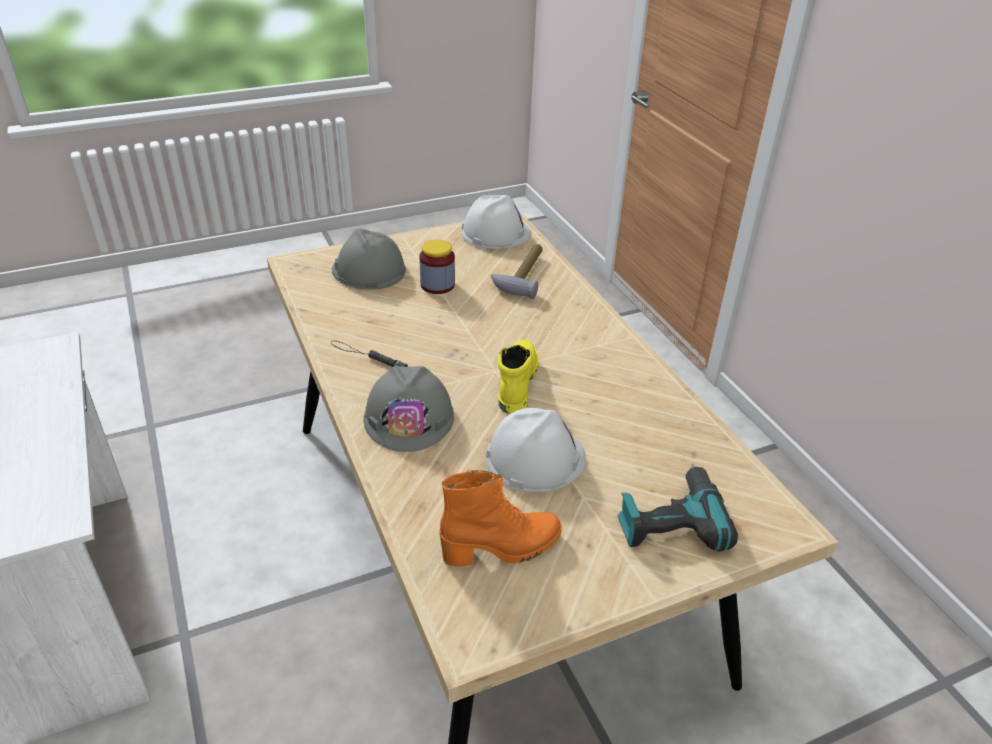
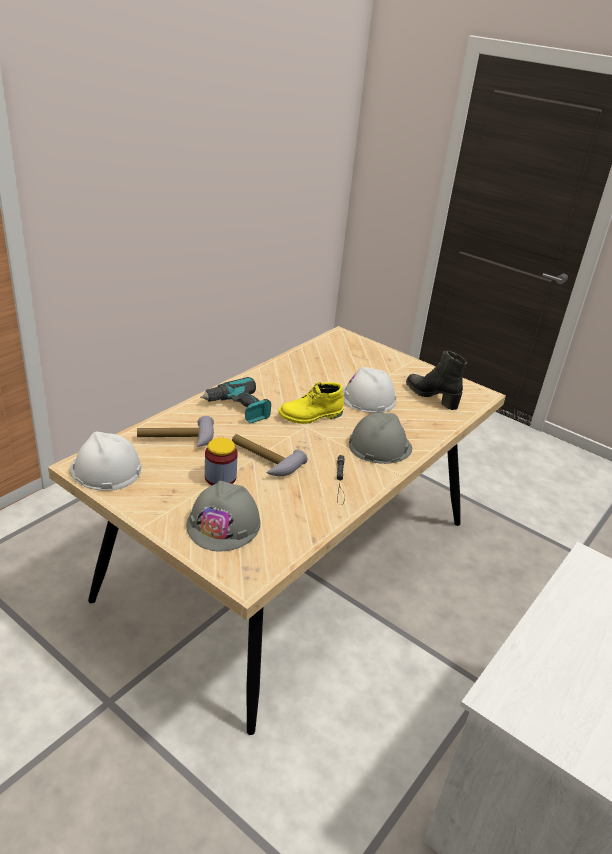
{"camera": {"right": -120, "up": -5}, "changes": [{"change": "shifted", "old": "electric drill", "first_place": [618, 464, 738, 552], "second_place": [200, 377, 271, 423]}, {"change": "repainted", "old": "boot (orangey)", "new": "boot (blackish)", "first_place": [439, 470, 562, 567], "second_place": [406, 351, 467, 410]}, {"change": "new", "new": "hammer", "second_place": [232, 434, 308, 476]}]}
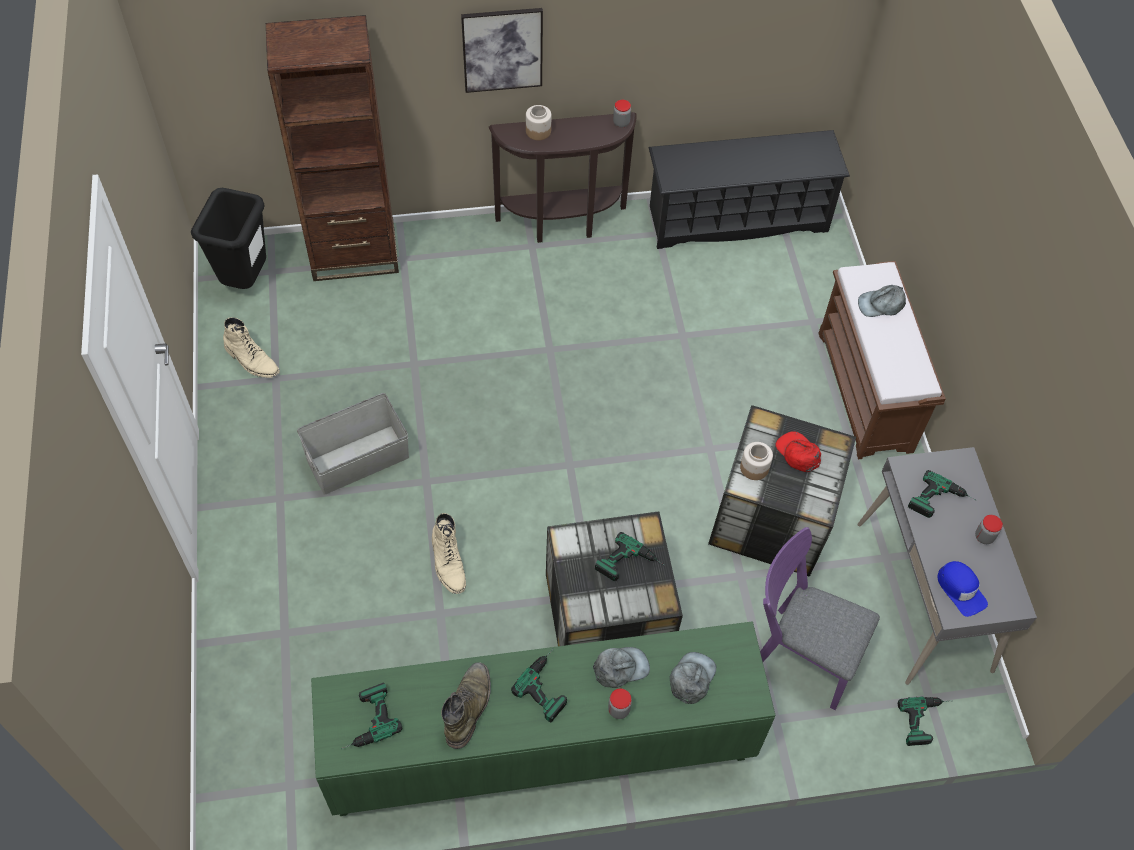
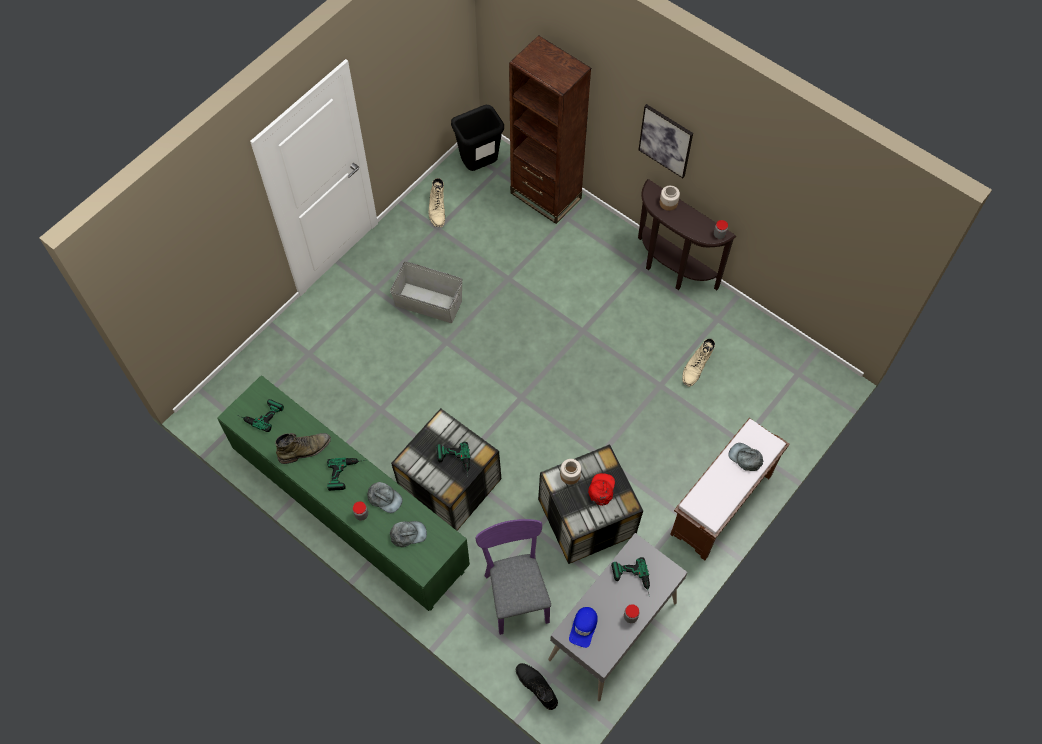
{"camera": {"right": 50, "up": 5}, "changes": [{"change": "gone", "old": "shoe stand (blackish)", "first_place": [648, 130, 850, 249]}, {"change": "shifted", "old": "boot (beige-coloured)", "first_place": [432, 513, 466, 594], "second_place": [682, 339, 715, 387]}, {"change": "swapped", "old": "electric drill", "new": "boot (blackish)", "first_place": [898, 696, 947, 746], "second_place": [516, 663, 558, 710]}]}
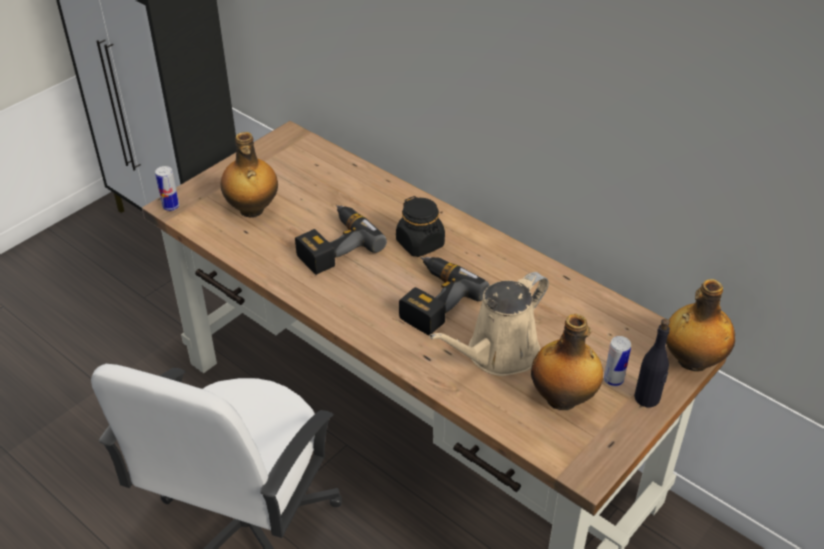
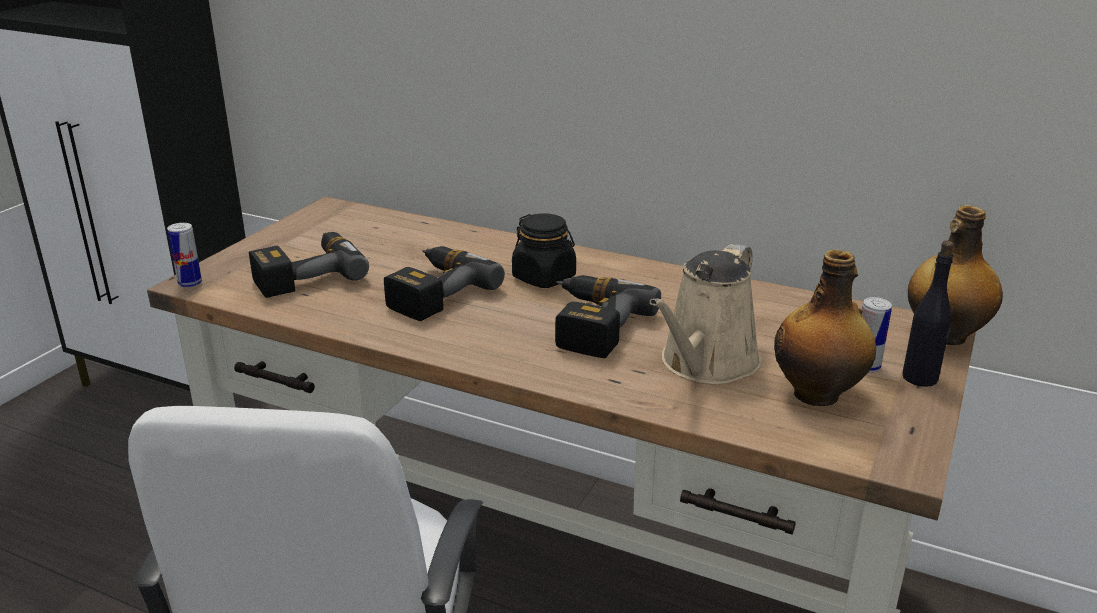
{"camera": {"right": -15, "up": -15}, "changes": [{"change": "swapped", "old": "drink bottle", "new": "electric drill", "first_place": [221, 132, 278, 218], "second_place": [249, 232, 369, 298]}]}
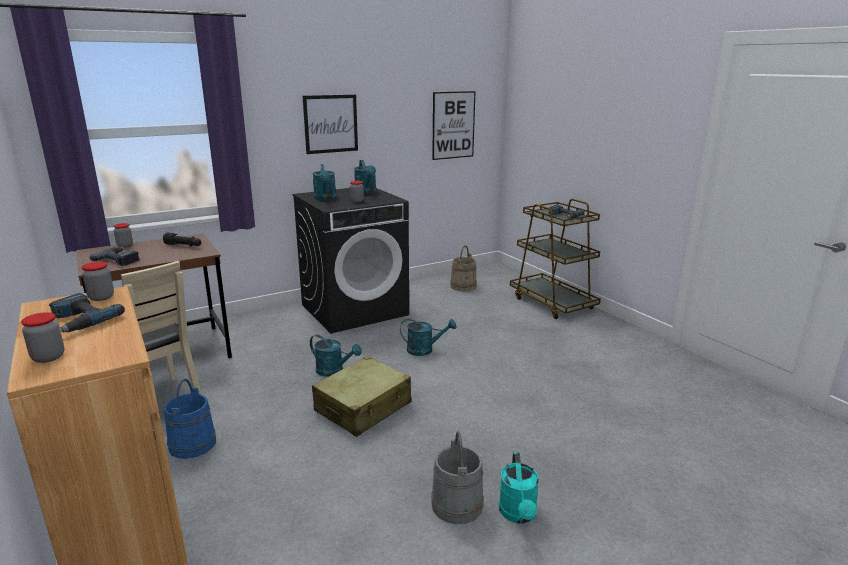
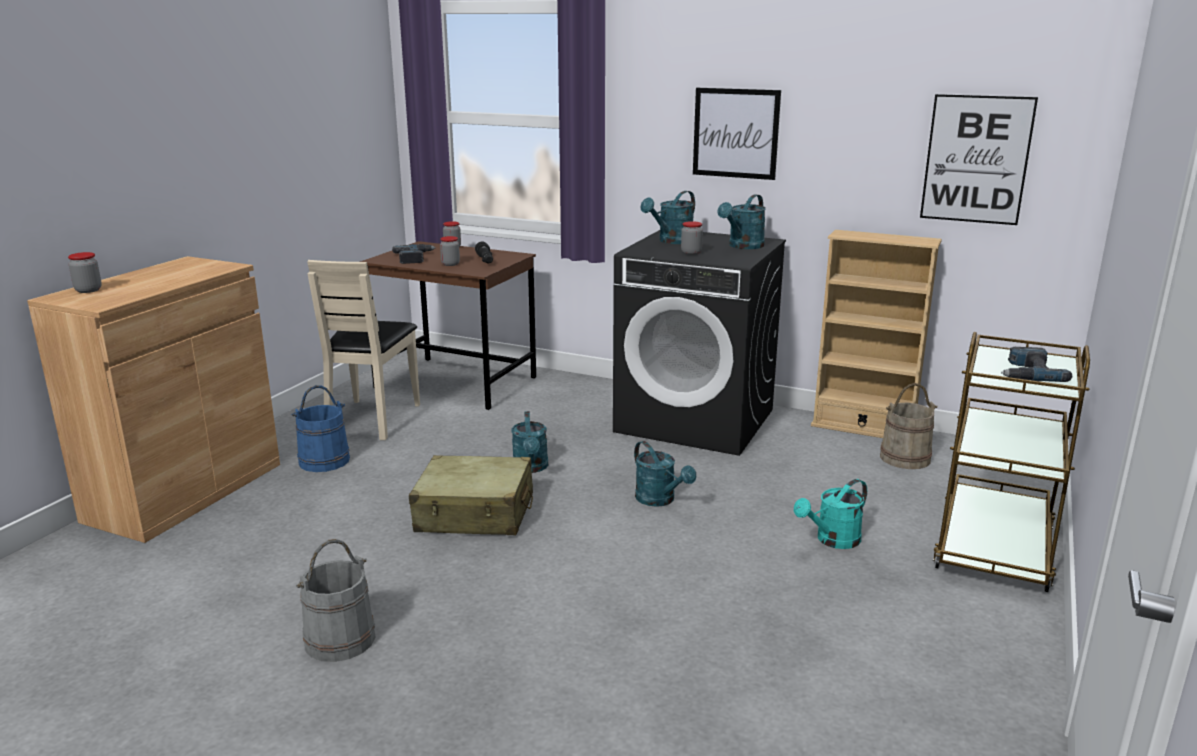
{"camera": {"right": 55, "up": 0}, "changes": [{"change": "shifted", "old": "jar", "first_place": [82, 262, 114, 301], "second_place": [440, 236, 460, 266]}, {"change": "gone", "old": "electric drill", "first_place": [49, 293, 125, 332]}, {"change": "shifted", "old": "sprinkling can (turquoise-coloured)", "first_place": [499, 452, 539, 524], "second_place": [794, 479, 867, 549]}, {"change": "new", "new": "shelving unit (beige-coloured)", "second_place": [811, 230, 942, 438]}]}
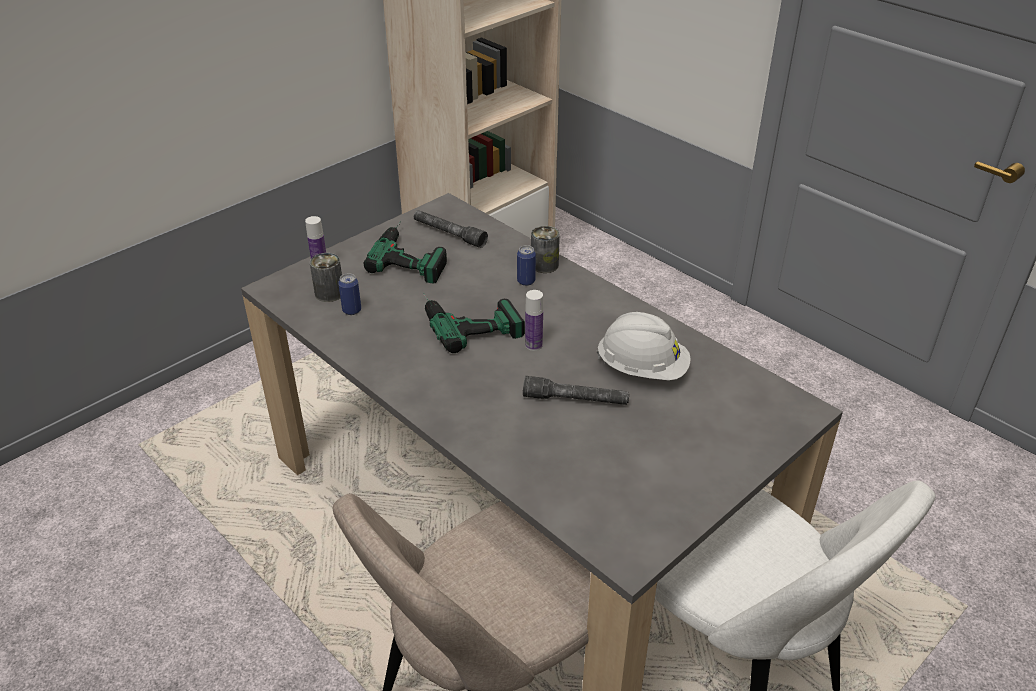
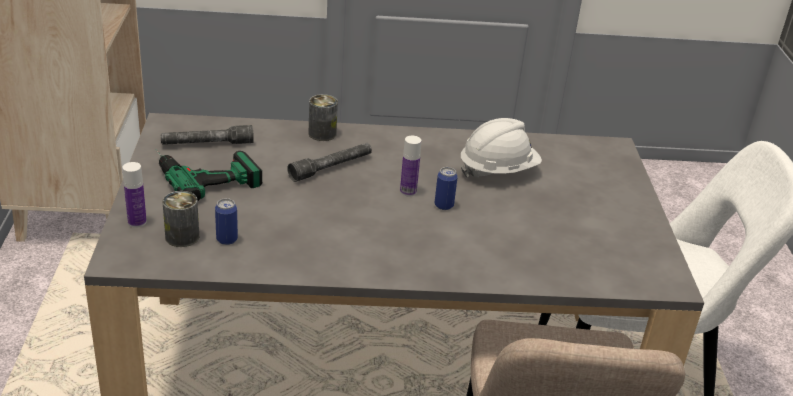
{"camera": {"right": -50, "up": -5}, "changes": [{"change": "shifted", "old": "sealed can", "first_place": [517, 245, 536, 286], "second_place": [435, 167, 458, 210]}, {"change": "gone", "old": "electric drill", "first_place": [423, 292, 525, 353]}, {"change": "shifted", "old": "hand torch (grey)", "first_place": [523, 376, 629, 405], "second_place": [287, 143, 372, 182]}]}
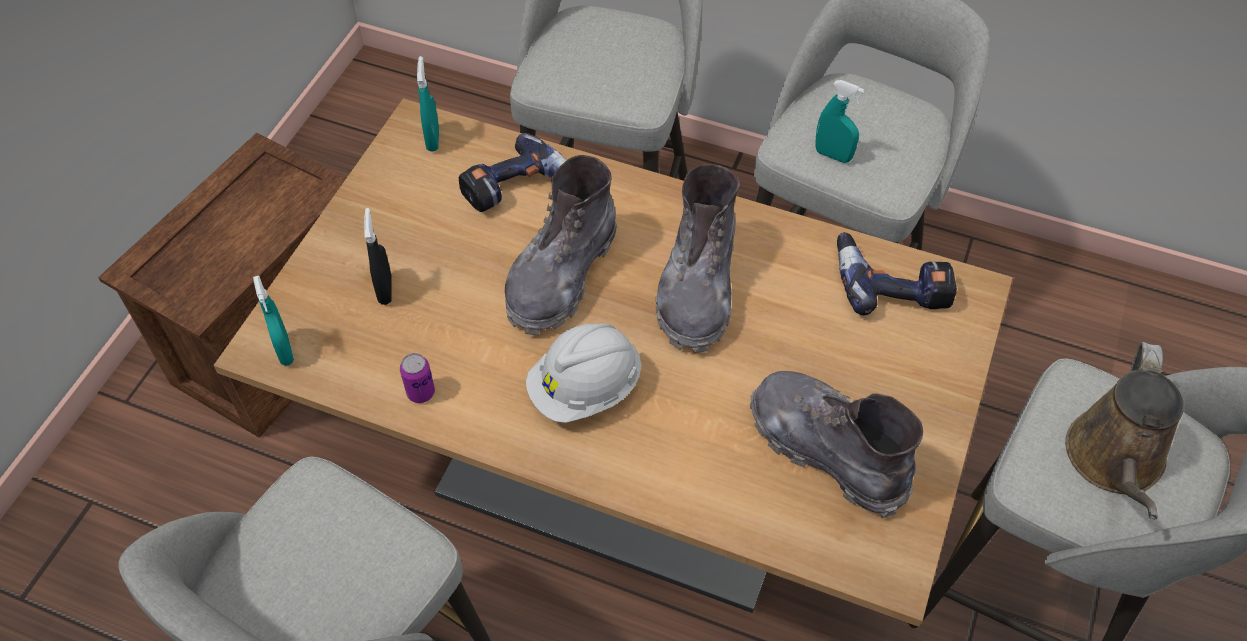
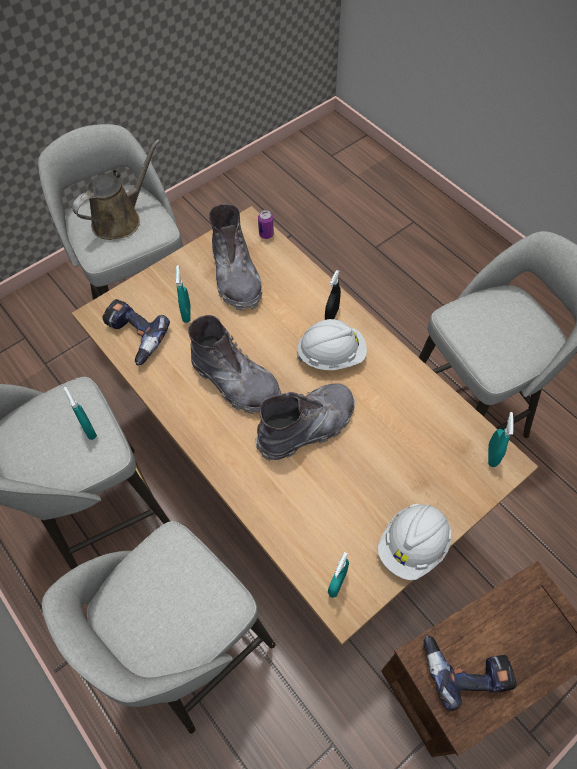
{"camera": {"right": -150, "up": 5}, "changes": [{"change": "shifted", "old": "electric drill", "first_place": [459, 133, 566, 212], "second_place": [424, 635, 517, 711]}, {"change": "rotated", "old": "boot (grey)", "first_place": [655, 164, 739, 353], "second_place": [188, 315, 281, 414], "degrees": 90}, {"change": "shifted", "old": "hand sprayer (blackish)", "first_place": [364, 208, 392, 305], "second_place": [325, 270, 341, 320]}, {"change": "shifted", "old": "sealed can", "first_place": [400, 353, 435, 403], "second_place": [258, 210, 274, 239]}, {"change": "new", "new": "hand sprayer (turquoise-coloured)", "second_place": [176, 265, 191, 323]}, {"change": "new", "new": "work helmet (white)", "second_place": [378, 504, 452, 580]}]}
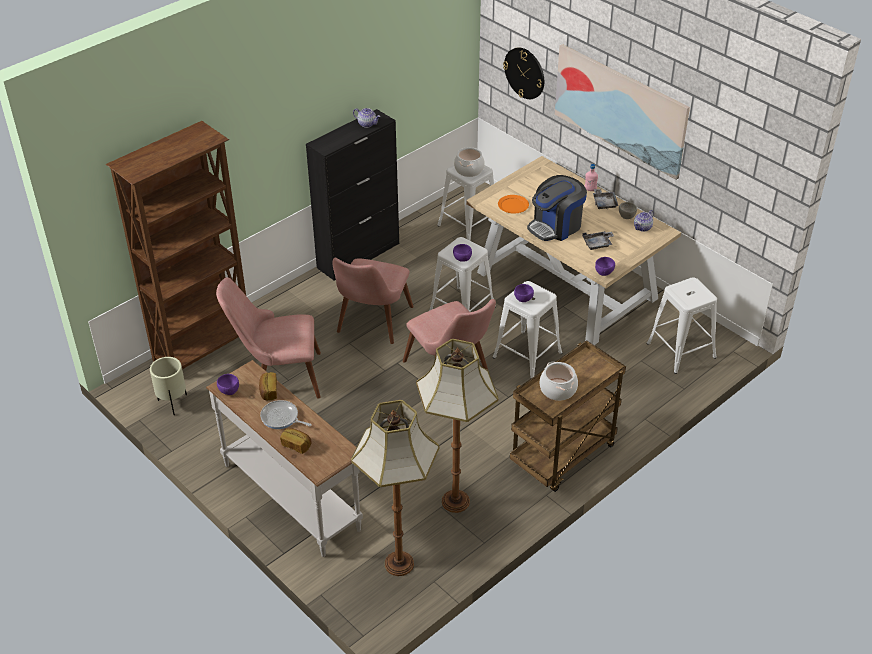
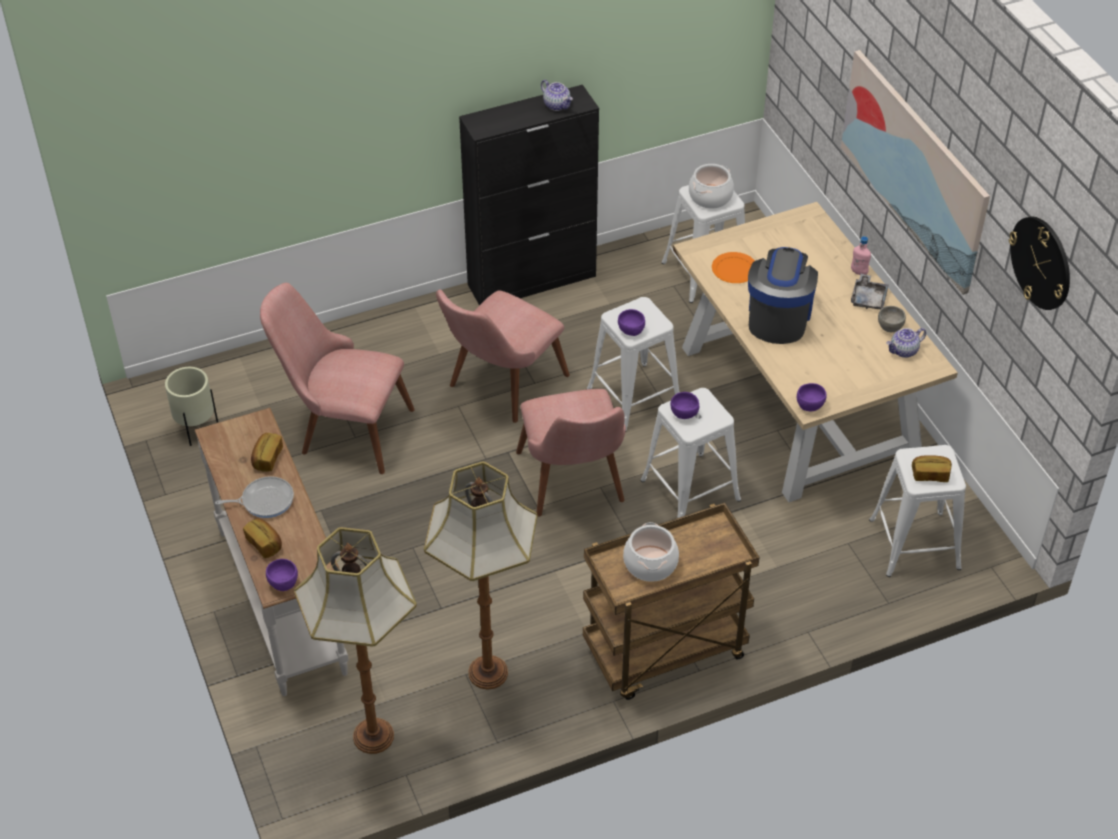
{"camera": {"right": 20, "up": 5}, "changes": [{"change": "shifted", "old": "wall clock", "first_place": [503, 47, 544, 99], "second_place": [1009, 216, 1070, 310]}, {"change": "gone", "old": "shelving unit (brown-coloured)", "first_place": [106, 121, 246, 369]}, {"change": "rotated", "old": "coffee machine", "first_place": [527, 175, 587, 241], "second_place": [748, 247, 818, 344], "degrees": 120}, {"change": "gone", "old": "serving tray (grey)", "first_place": [582, 231, 614, 250]}, {"change": "shifted", "old": "deep dish (purple)", "first_place": [217, 374, 239, 395], "second_place": [266, 559, 298, 591]}, {"change": "rotated", "old": "skillet", "first_place": [260, 400, 311, 429], "second_place": [215, 476, 294, 518], "degrees": 120}, {"change": "new", "new": "bakery bread", "second_place": [912, 455, 952, 482]}]}
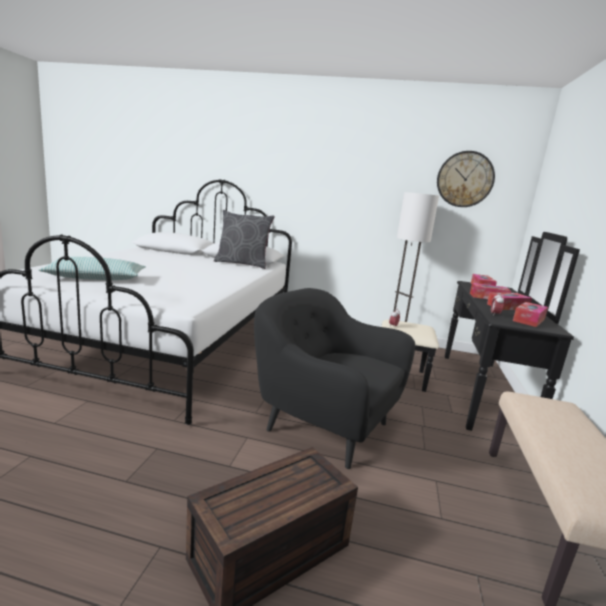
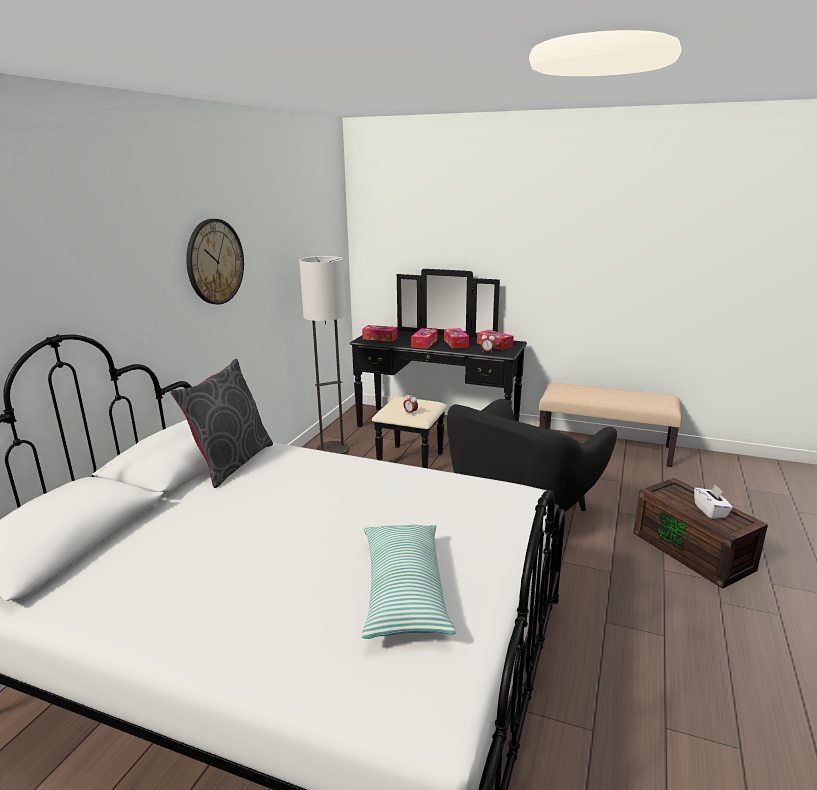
{"camera": {"right": -80, "up": 5}, "changes": [{"change": "shifted", "old": "wall clock", "first_place": [437, 151, 495, 207], "second_place": [186, 219, 244, 304]}, {"change": "new", "new": "tissue box (white)", "second_place": [694, 485, 733, 519]}]}
